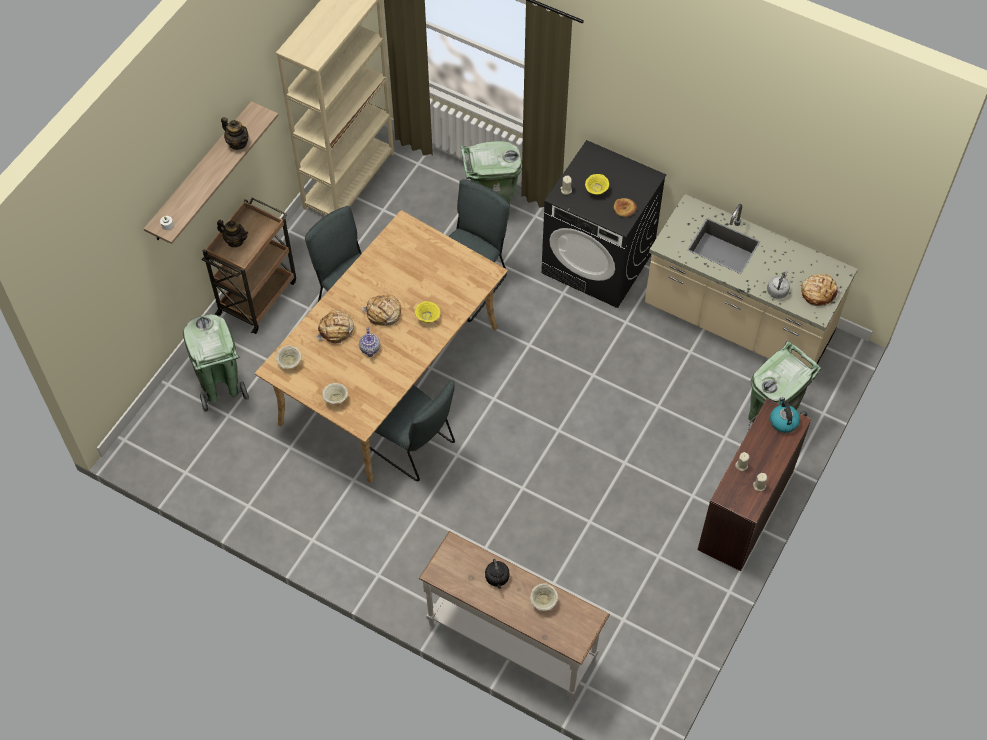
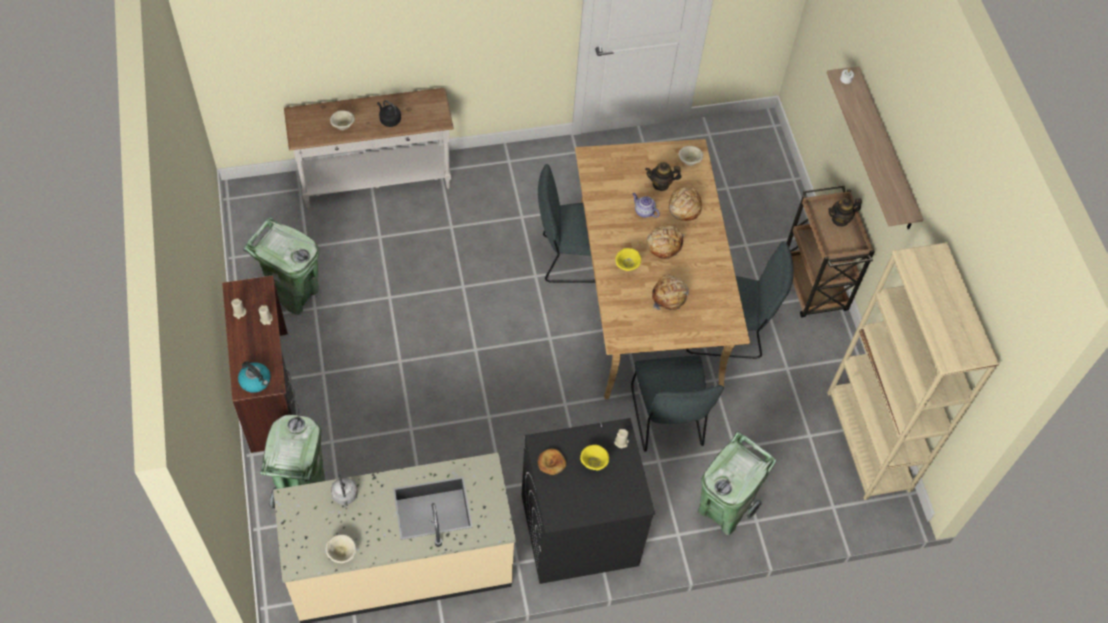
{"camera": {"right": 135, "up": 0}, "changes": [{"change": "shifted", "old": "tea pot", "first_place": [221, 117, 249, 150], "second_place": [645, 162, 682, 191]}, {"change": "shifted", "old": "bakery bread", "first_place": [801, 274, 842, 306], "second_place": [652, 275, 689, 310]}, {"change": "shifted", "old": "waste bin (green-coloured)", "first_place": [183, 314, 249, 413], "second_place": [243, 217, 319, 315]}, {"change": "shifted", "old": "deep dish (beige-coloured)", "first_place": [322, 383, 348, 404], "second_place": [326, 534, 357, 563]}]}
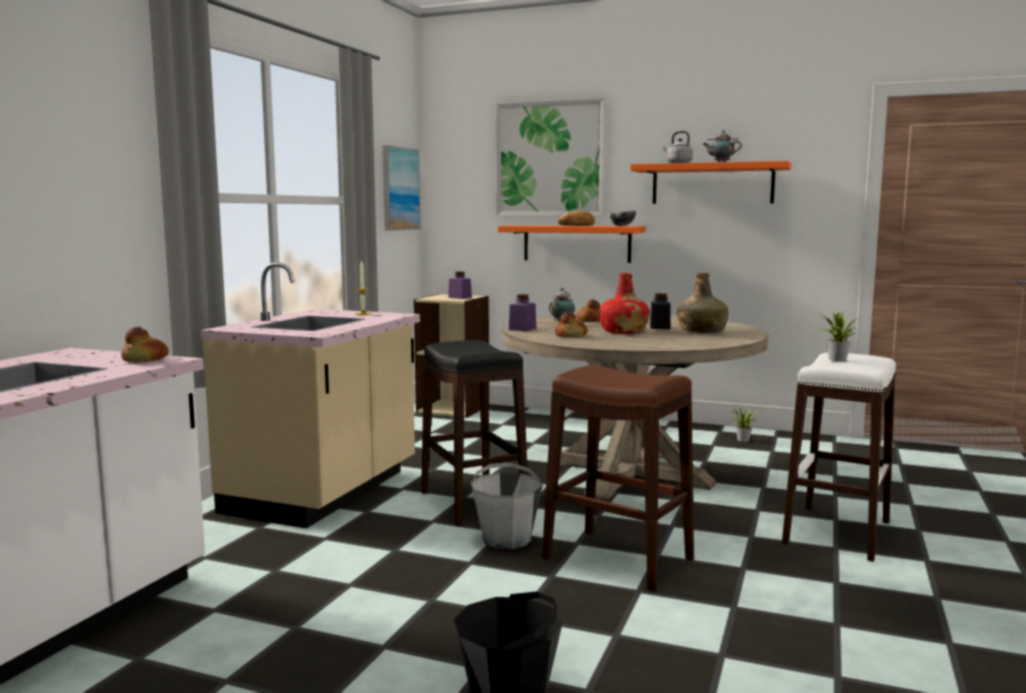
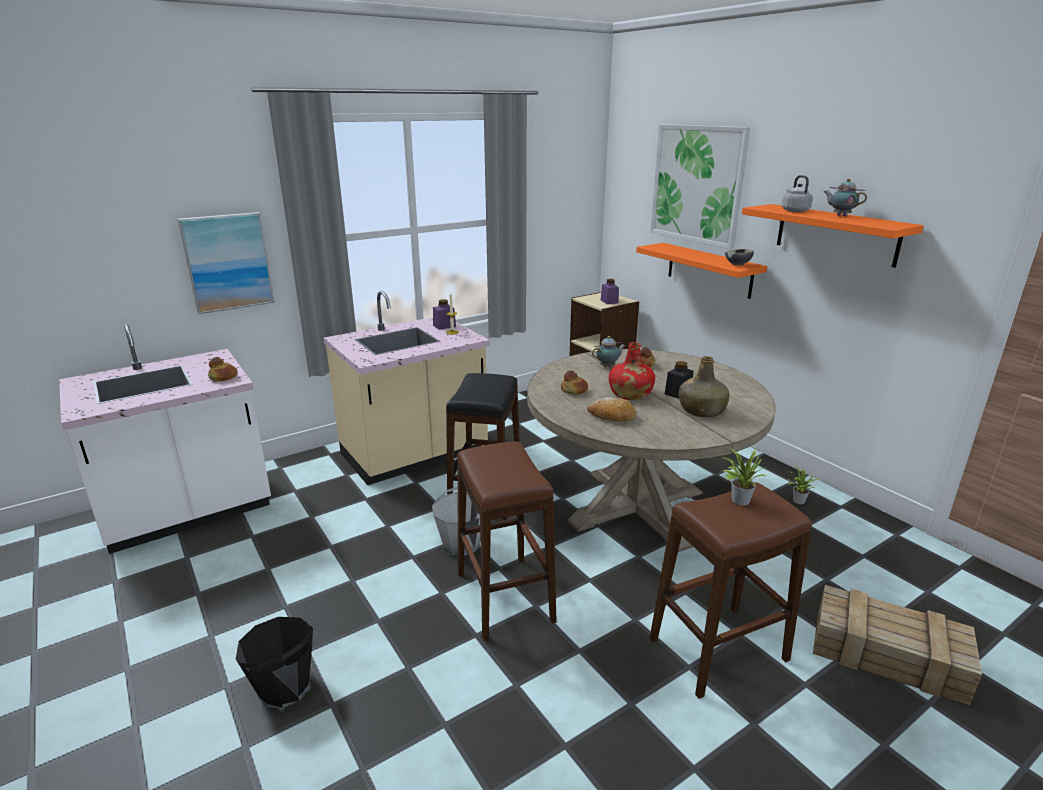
{"camera": {"right": 35, "up": 15}, "changes": [{"change": "shifted", "old": "wall picture", "first_place": [383, 145, 421, 230], "second_place": [178, 212, 275, 314]}, {"change": "shifted", "old": "bakery bread", "first_place": [558, 211, 595, 226], "second_place": [587, 397, 636, 422]}, {"change": "shifted", "old": "jar (purple)", "first_place": [509, 294, 536, 331], "second_place": [433, 299, 456, 330]}, {"change": "repainted", "old": "stool seat (white)", "new": "stool seat (brown-coloured)", "first_place": [782, 353, 896, 562], "second_place": [649, 482, 812, 699]}, {"change": "new", "new": "crate", "second_place": [813, 585, 982, 705]}]}
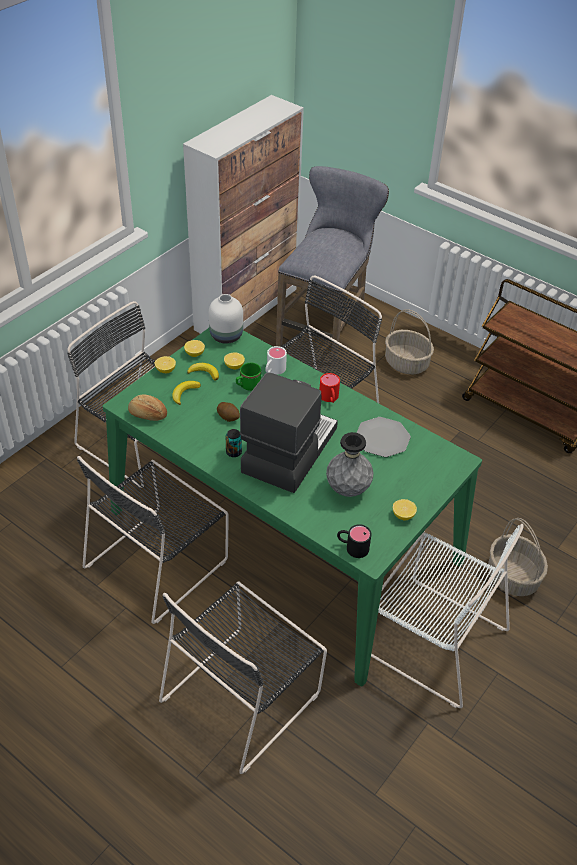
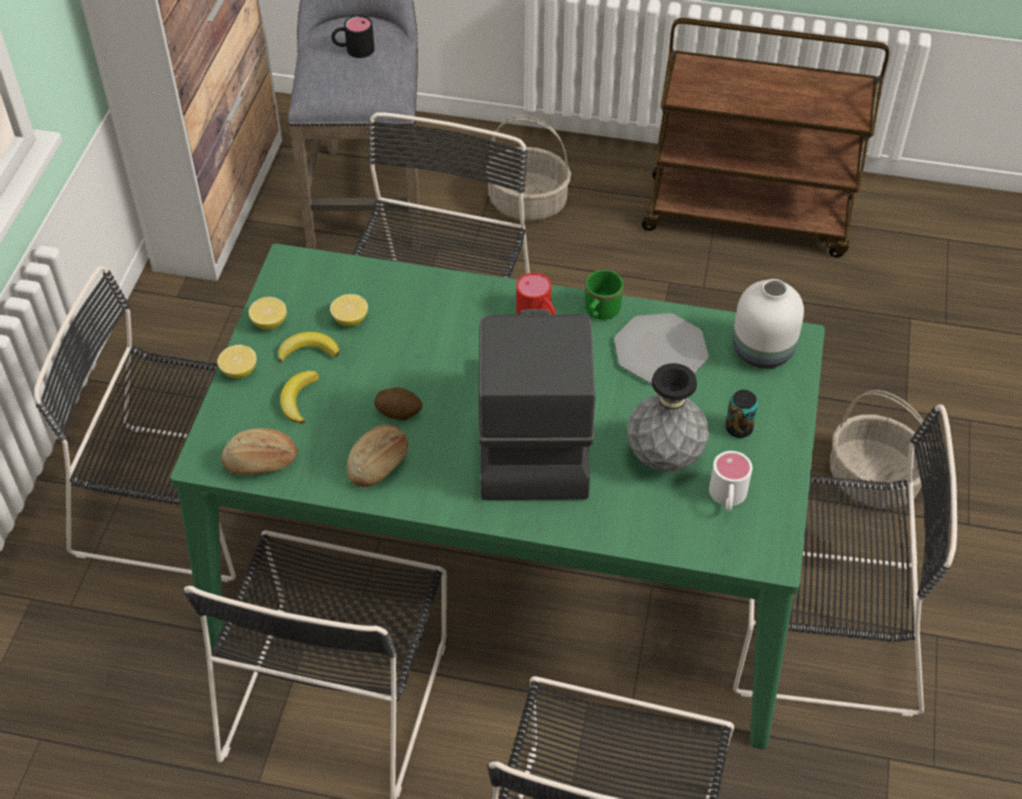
{"camera": {"right": -25, "up": 5}, "changes": [{"change": "shifted", "old": "flower vase (white)", "first_place": [209, 294, 243, 344], "second_place": [733, 279, 804, 369]}, {"change": "shifted", "old": "tea mug (white)", "first_place": [265, 346, 287, 375], "second_place": [709, 451, 752, 511]}, {"change": "shifted", "old": "tea mug (green-coloured)", "first_place": [236, 363, 261, 391], "second_place": [585, 270, 623, 320]}, {"change": "shifted", "old": "sealed can", "first_place": [226, 429, 242, 457], "second_place": [725, 390, 758, 438]}, {"change": "gone", "old": "whole lemon", "first_place": [393, 499, 417, 521]}, {"change": "shifted", "old": "tea mug (blackish)", "first_place": [337, 524, 371, 558], "second_place": [331, 15, 375, 58]}, {"change": "repainted", "old": "plain chair (white)", "new": "plain chair (blackish)", "first_place": [371, 524, 524, 708], "second_place": [733, 404, 957, 717]}, {"change": "new", "new": "bakery bread", "second_place": [347, 425, 408, 487]}]}
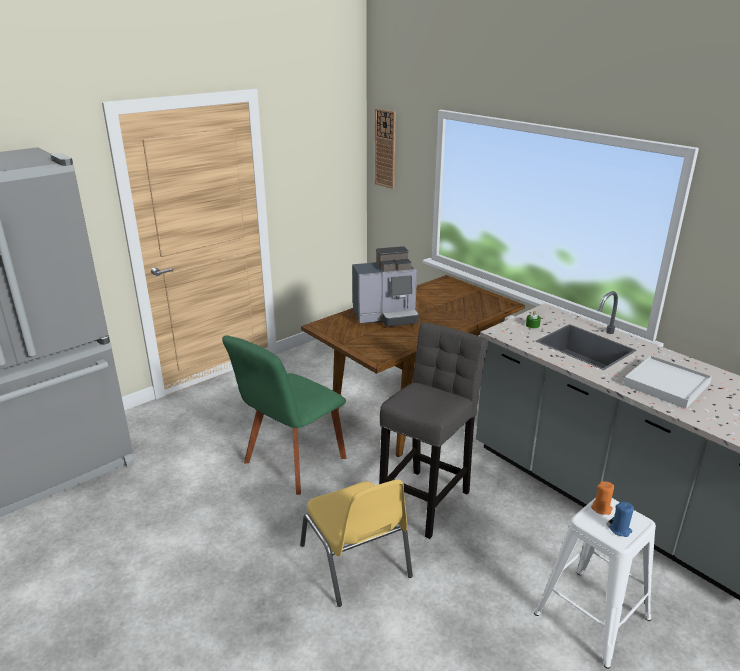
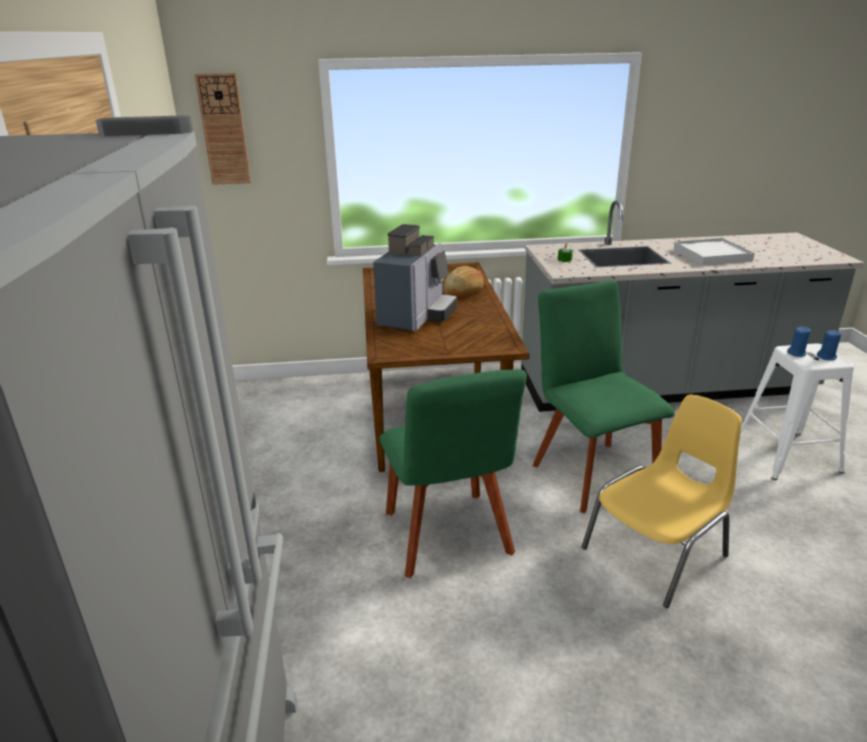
{"camera": {"right": -55, "up": 0}, "changes": [{"change": "swapped", "old": "stool seat (grey)", "new": "plain chair (green-coloured)", "first_place": [379, 322, 488, 539], "second_place": [532, 280, 675, 513]}, {"change": "rotated", "old": "plain chair (yellow-coloured)", "first_place": [300, 479, 413, 607], "second_place": [582, 395, 742, 608], "degrees": -45}, {"change": "repainted", "old": "wax light (orangey)", "new": "wax light (bluish)", "first_place": [591, 481, 614, 515], "second_place": [787, 327, 811, 357]}, {"change": "new", "new": "bakery bread", "second_place": [444, 266, 484, 298]}]}
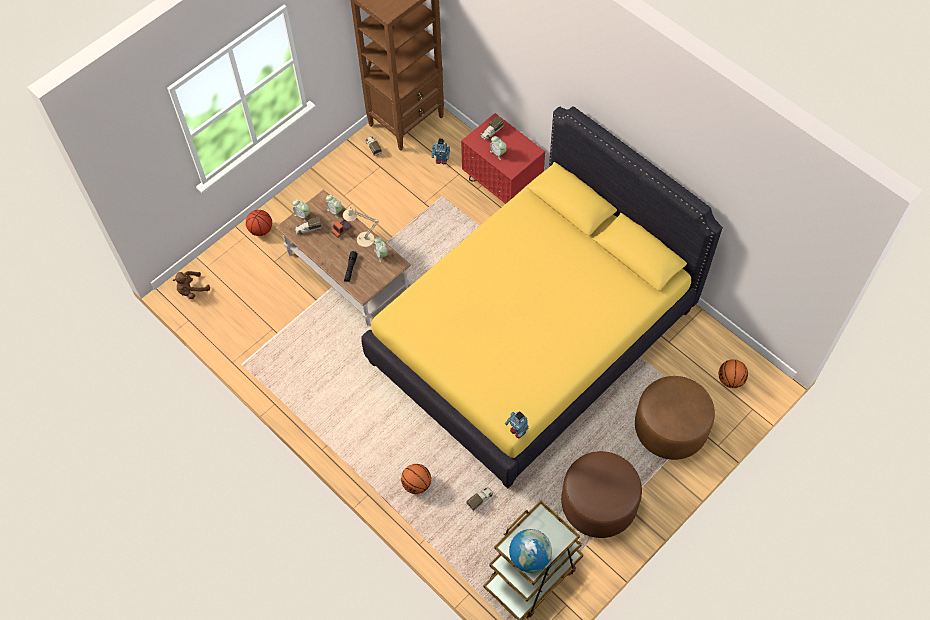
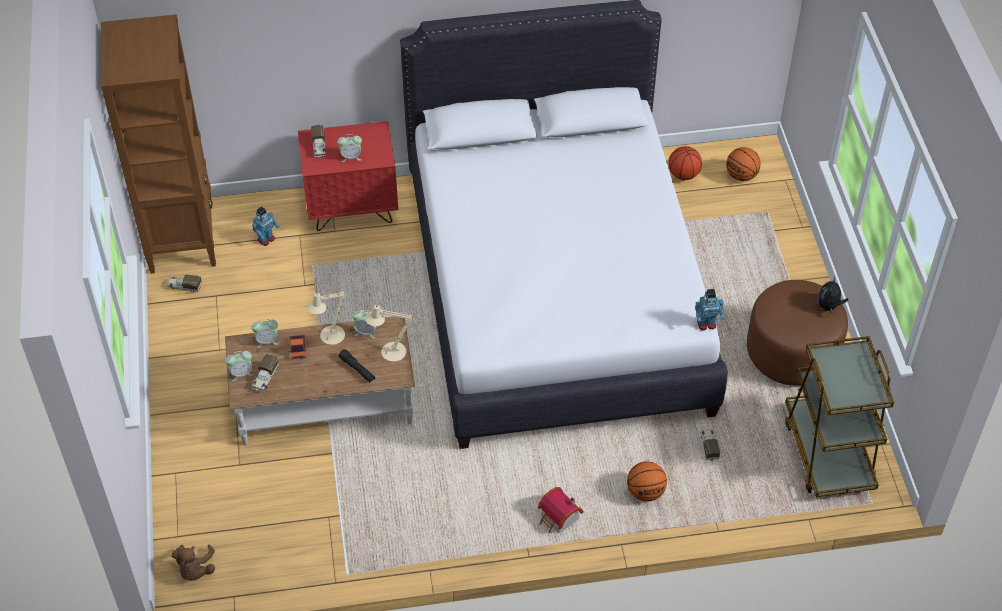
{"camera": {"right": -55, "up": -10}, "changes": [{"change": "repainted", "old": "bed (yellow-coloured)", "new": "bed (white)", "first_place": [361, 106, 723, 489], "second_place": [400, 0, 728, 449]}, {"change": "shifted", "old": "basketball", "first_place": [246, 210, 272, 236], "second_place": [668, 146, 702, 180]}, {"change": "gone", "old": "footrest (brown-coloured)", "first_place": [635, 376, 715, 460]}, {"change": "gone", "old": "desk globe", "first_place": [509, 529, 552, 573]}, {"change": "new", "new": "plush toy", "second_place": [818, 277, 849, 314]}, {"change": "new", "new": "table lamp (beige-coloured)", "second_place": [365, 303, 413, 362]}, {"change": "new", "new": "toy house", "second_place": [538, 487, 584, 534]}]}
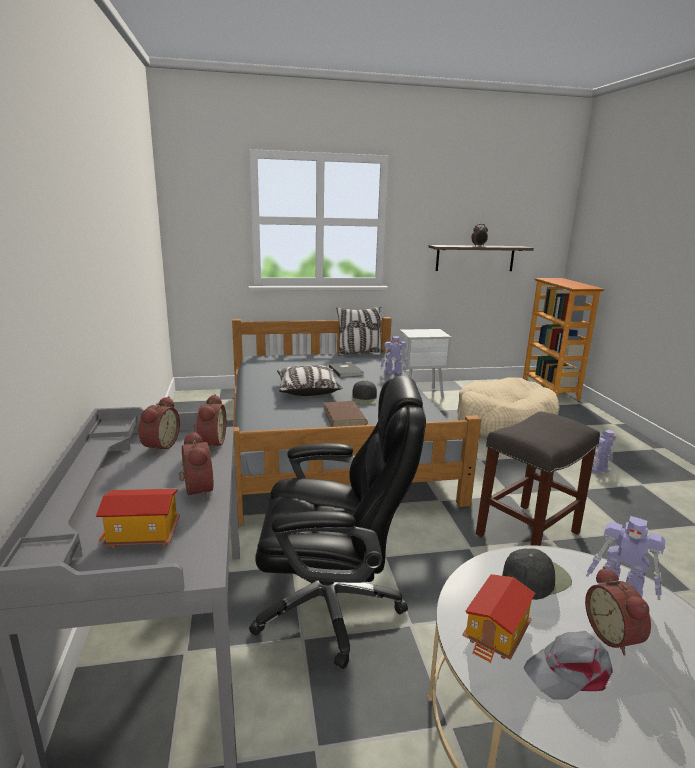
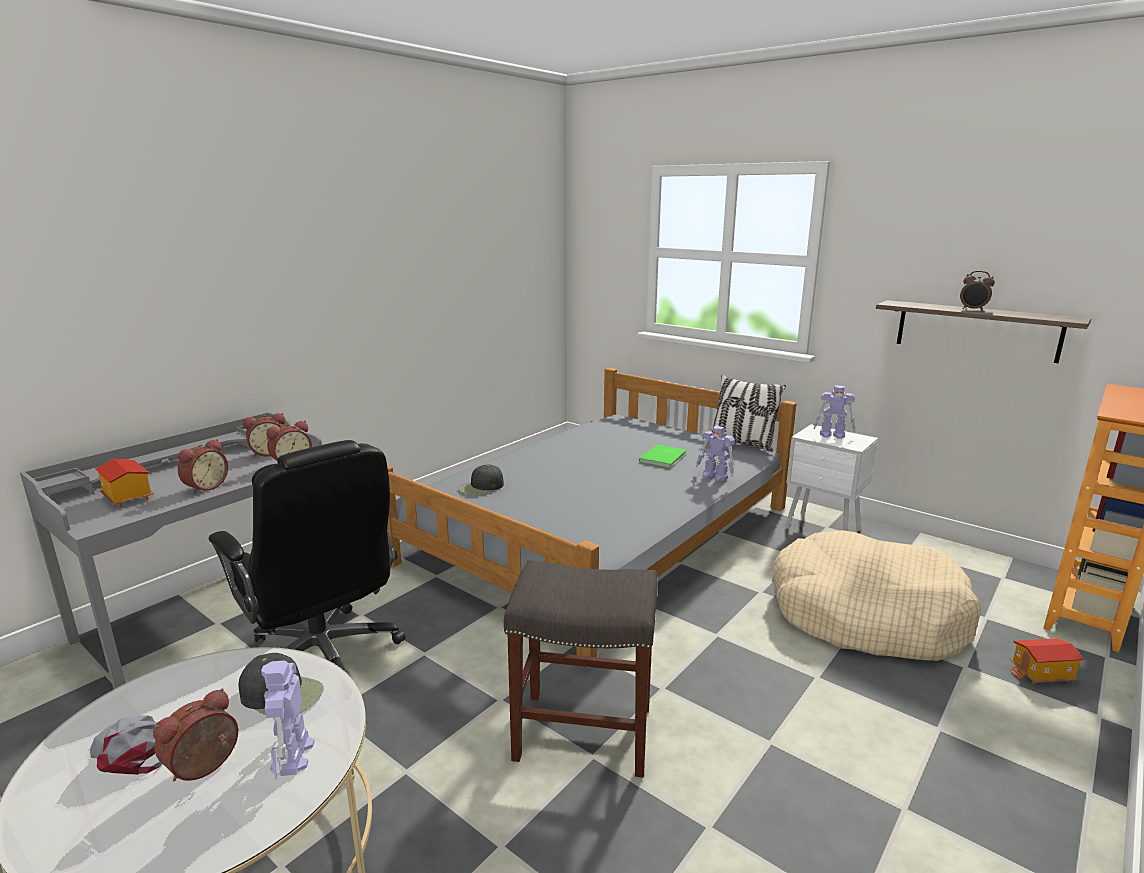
{"camera": {"right": 50, "up": 0}, "changes": [{"change": "repainted", "old": "book (grey)", "new": "book (green-coloured)", "first_place": [329, 362, 364, 378], "second_place": [639, 445, 687, 469]}, {"change": "gone", "old": "pillow", "first_place": [277, 365, 342, 396]}, {"change": "shifted", "old": "peaked cap (blackish)", "first_place": [352, 381, 378, 405], "second_place": [458, 464, 504, 496]}, {"change": "gone", "old": "book (brown-coloured)", "first_place": [323, 401, 368, 427]}, {"change": "shifted", "old": "toy robot", "first_place": [592, 430, 616, 475], "second_place": [813, 385, 855, 439]}, {"change": "shifted", "old": "toy house", "first_place": [462, 574, 535, 663], "second_place": [1010, 638, 1084, 684]}]}
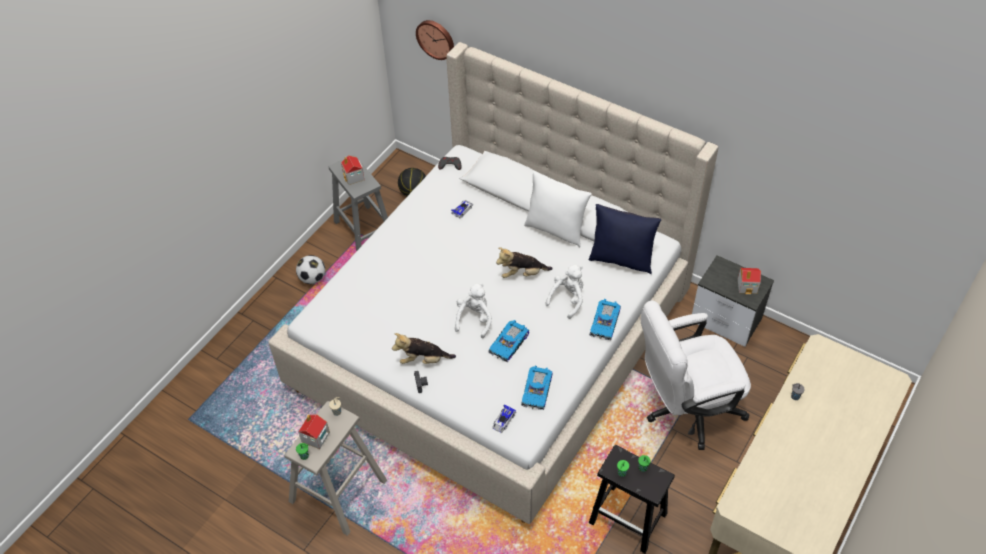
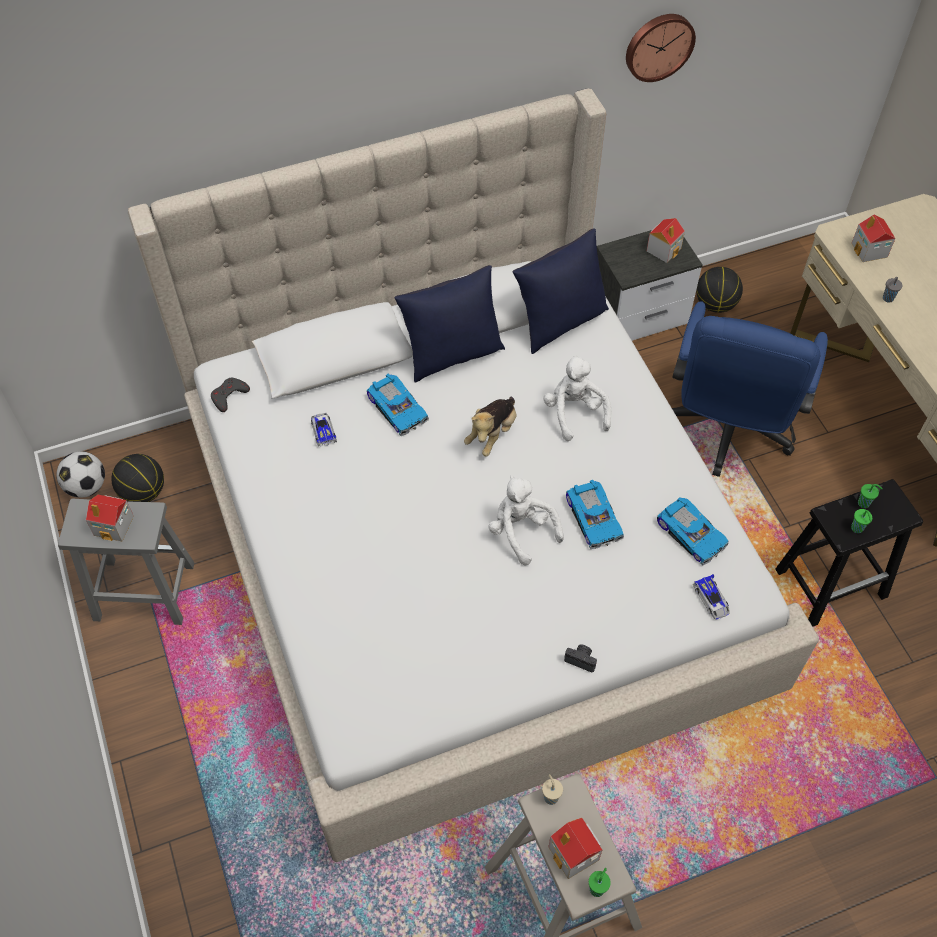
{"camera": {"right": -55, "up": 5}, "changes": [{"change": "shifted", "old": "wall clock", "first_place": [416, 20, 454, 60], "second_place": [626, 14, 696, 82]}, {"change": "repainted", "old": "pillow (white)", "new": "pillow (bluish)", "first_place": [524, 171, 592, 247], "second_place": [394, 265, 505, 382]}, {"change": "shifted", "old": "football", "first_place": [296, 255, 325, 284], "second_place": [56, 452, 105, 498]}, {"change": "shifted", "old": "miniature car", "first_place": [589, 299, 621, 341], "second_place": [367, 374, 429, 436]}, {"change": "repainted", "old": "computer chair (white)", "new": "computer chair (bluish)", "first_place": [641, 300, 751, 450], "second_place": [672, 301, 828, 477]}, {"change": "gone", "old": "plush toy", "first_place": [392, 333, 456, 364]}, {"change": "new", "new": "toy house", "second_place": [852, 214, 895, 262]}, {"change": "new", "new": "basketball", "second_place": [696, 267, 743, 313]}]}
